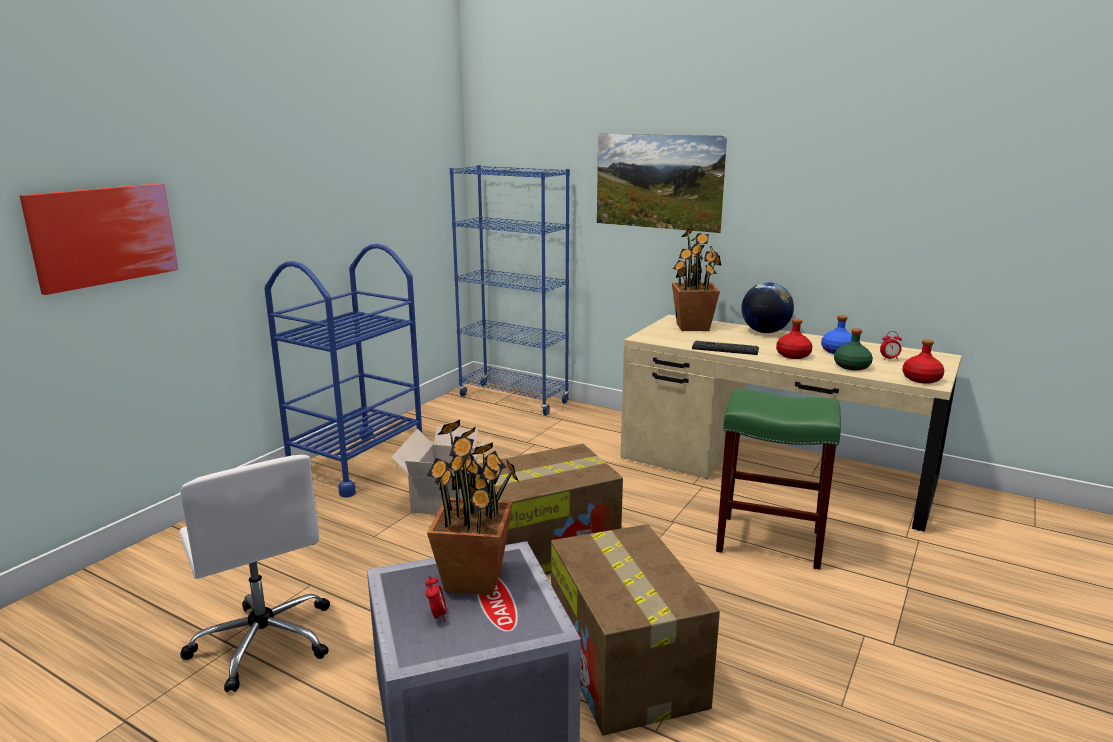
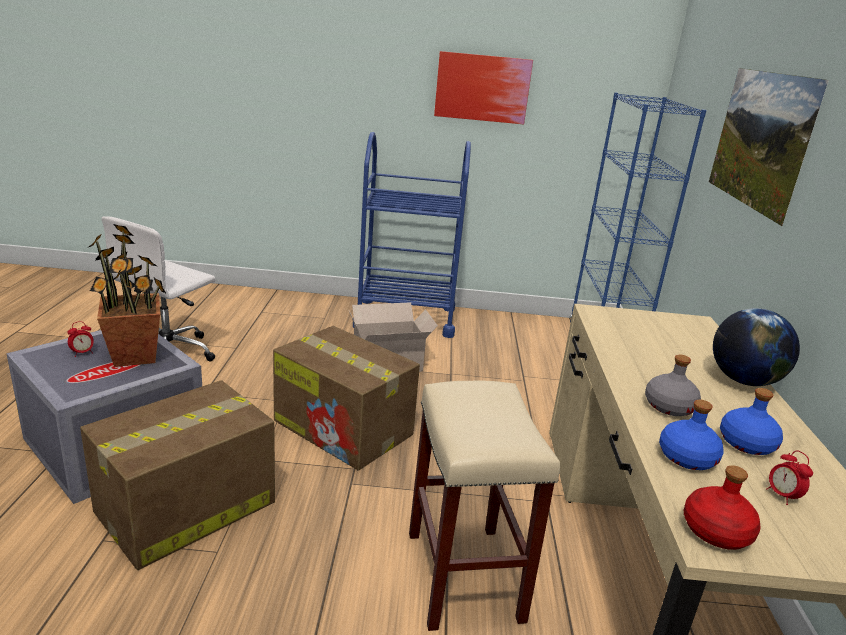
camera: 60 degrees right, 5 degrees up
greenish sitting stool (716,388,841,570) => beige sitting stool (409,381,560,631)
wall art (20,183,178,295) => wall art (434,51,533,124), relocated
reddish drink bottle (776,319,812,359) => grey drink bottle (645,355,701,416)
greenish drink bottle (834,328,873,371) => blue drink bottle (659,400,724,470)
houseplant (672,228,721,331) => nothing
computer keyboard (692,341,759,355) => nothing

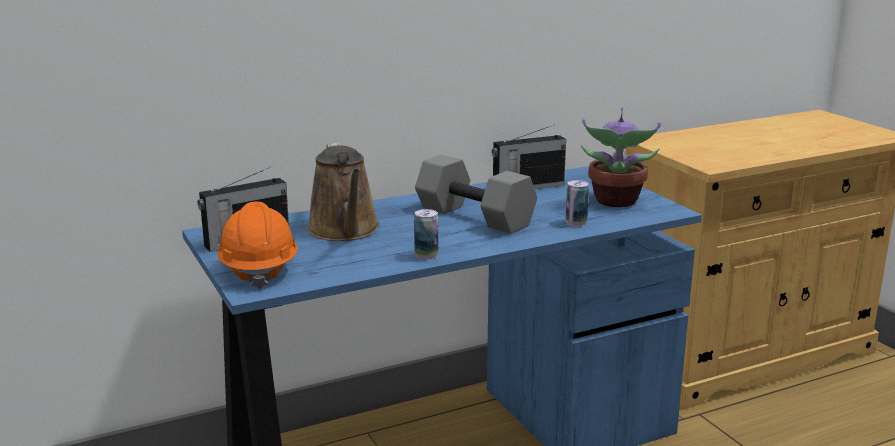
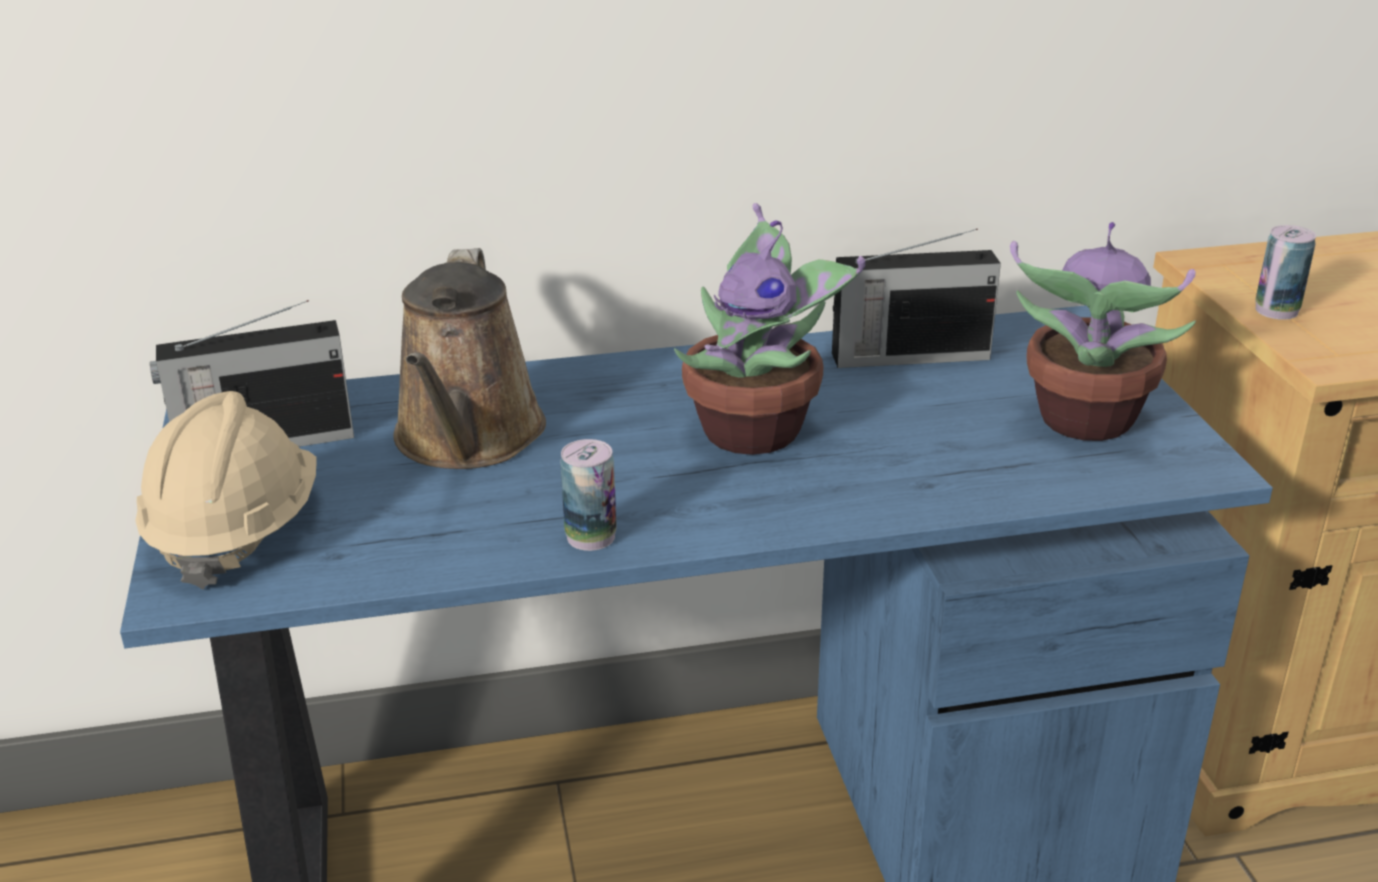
camera: 15 degrees right, 10 degrees up
orange-coloured work helmet (218,202,298,289) => beige work helmet (135,391,316,589)
grey dumbbell (415,155,537,234) => houseplant (674,203,865,455)
can (566,180,589,227) => can (1255,225,1316,320), relocated

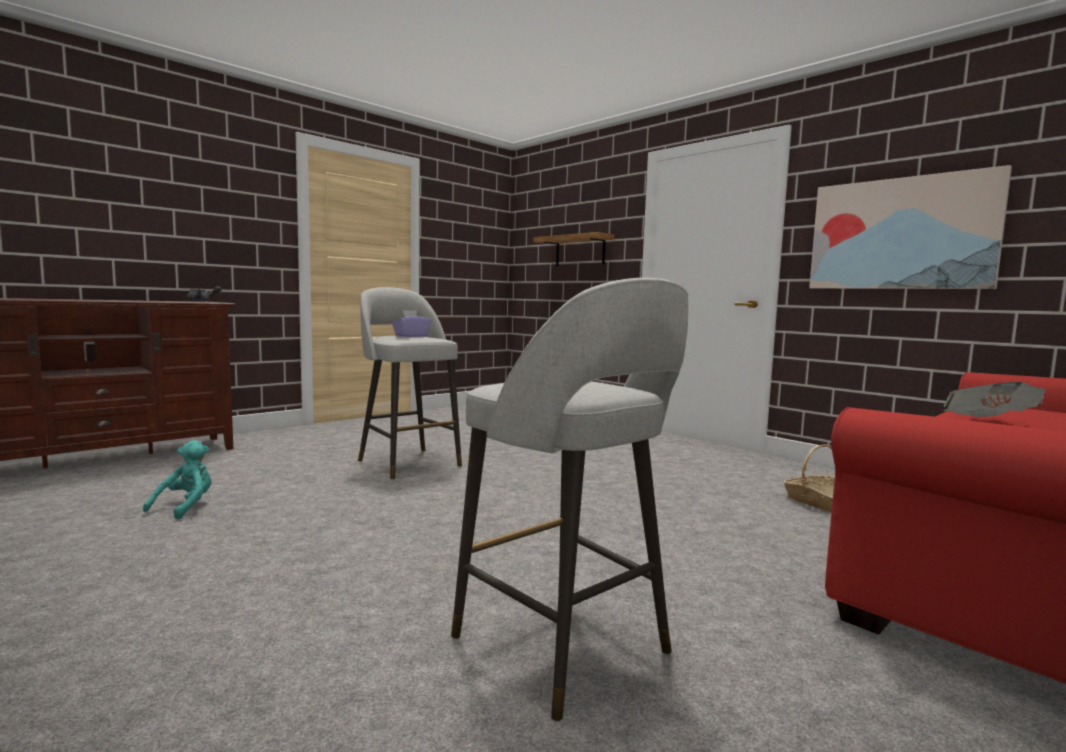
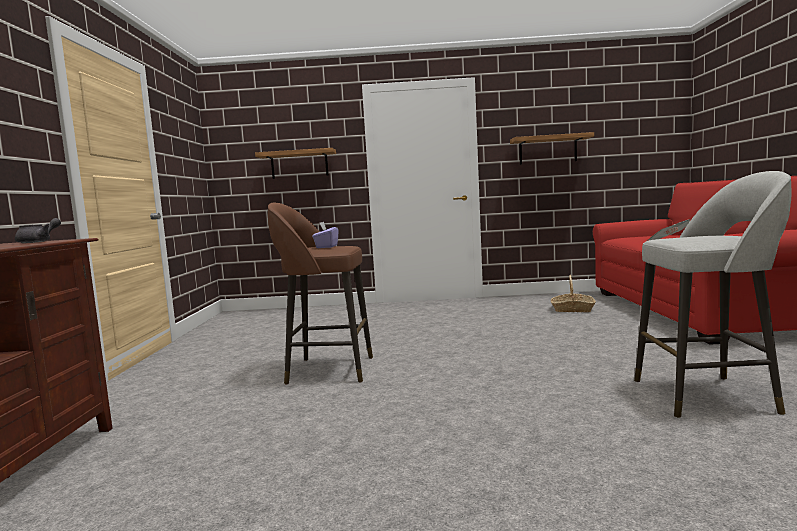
camera: 45 degrees left, 0 degrees up
grey sitting stool (358,287,462,480) => brownish sitting stool (268,203,373,385)
wall art (809,165,1012,289) => shelf (510,132,594,164)
turquoise cuddly toy (143,440,212,519) => nothing

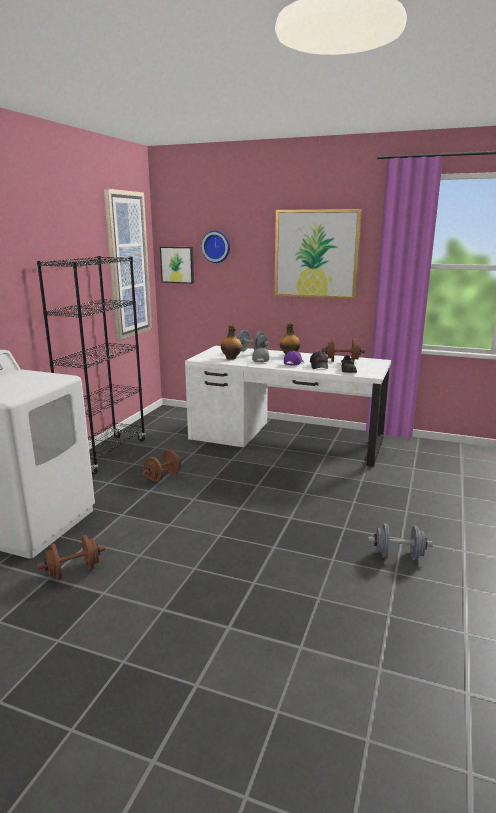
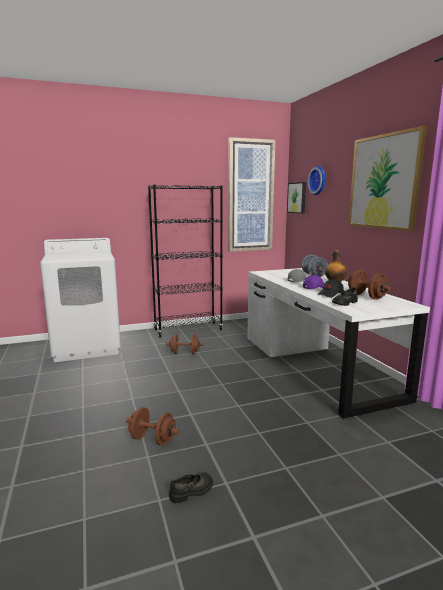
camera: 50 degrees right, 5 degrees down
brownish dumbbell (37,535,105,580) => brownish dumbbell (126,407,179,446), relocated
grey dumbbell (368,524,433,560) => blackish low shoe (169,472,213,503)
drink bottle (221,325,242,360) => nothing

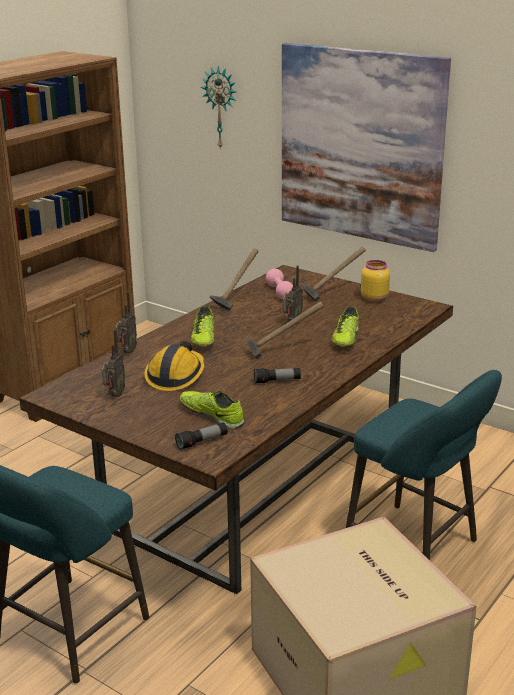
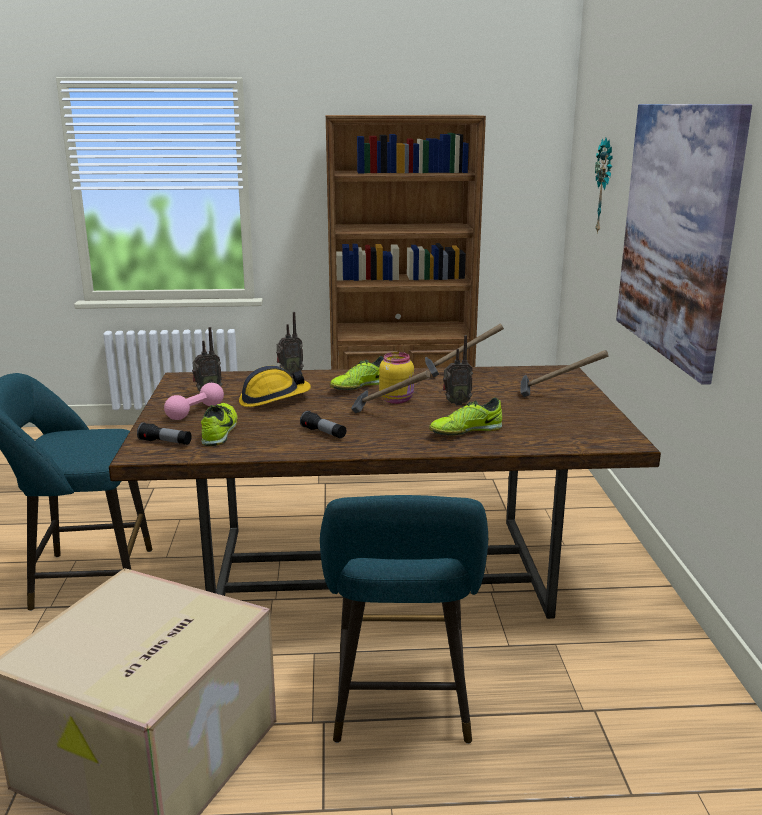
camera: 50 degrees right, 5 degrees down
pinkish dumbbell (266,269,293,299) => pinkish dumbbell (164,383,224,420), relocated
yellow-coloured jar (361,260,390,302) => yellow-coloured jar (379,352,414,404), relocated

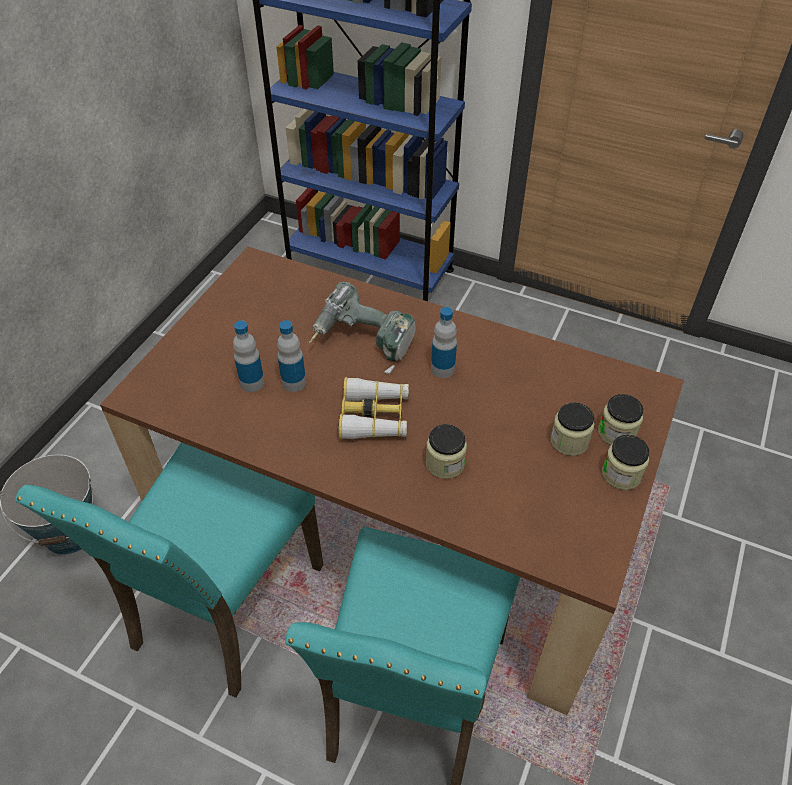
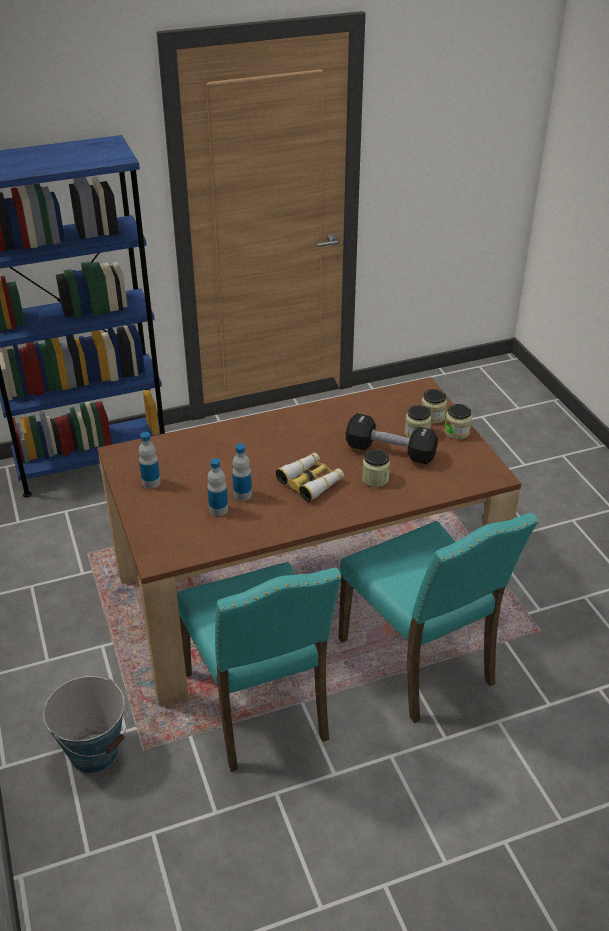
camera: 45 degrees left, 10 degrees down
drink bottle (431,307,457,378) => drink bottle (139,432,161,489), relocated
nothing => blackish dumbbell (346,413,438,464)
drill (309,282,416,374) => nothing

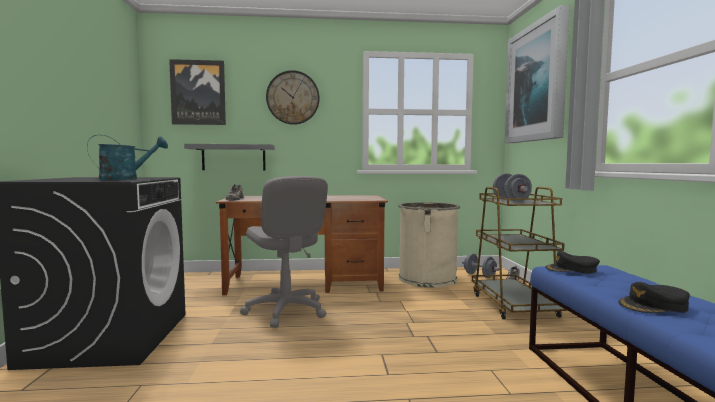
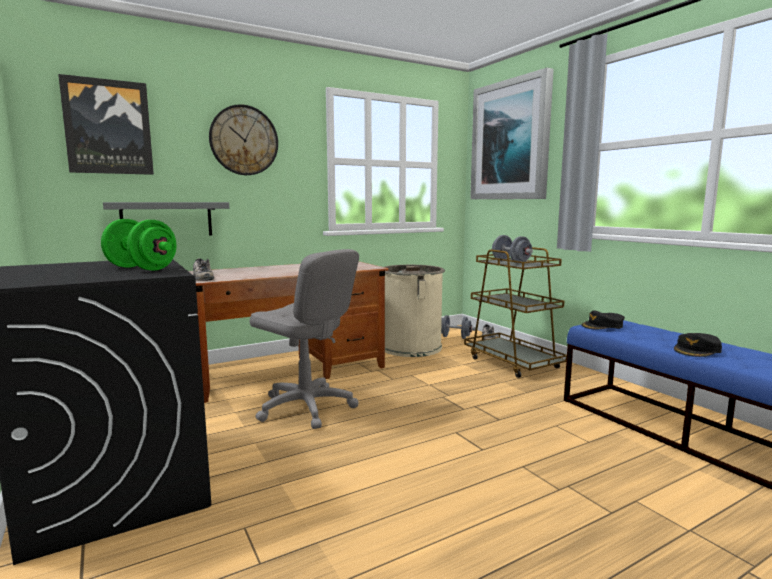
camera: 25 degrees left, 5 degrees up
turquoise watering can (87,135,168,180) => greenish dumbbell (101,219,177,271)

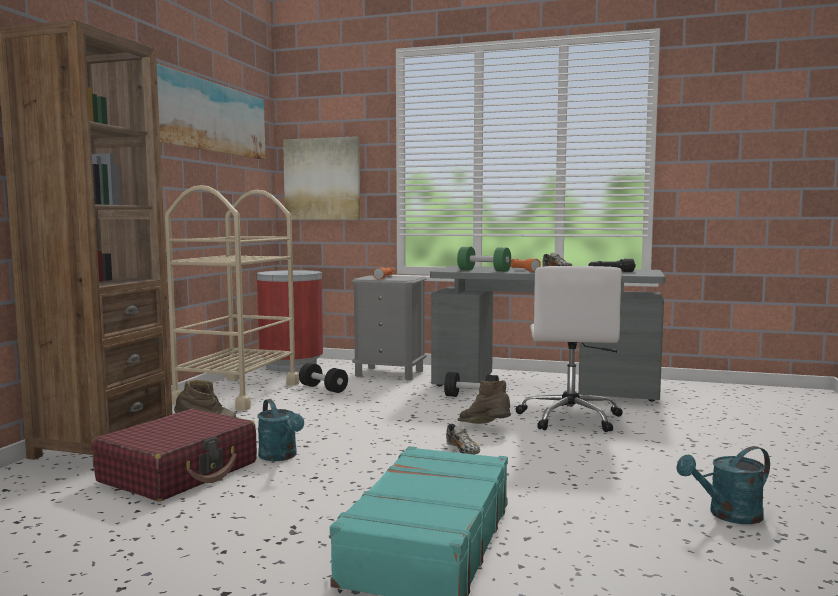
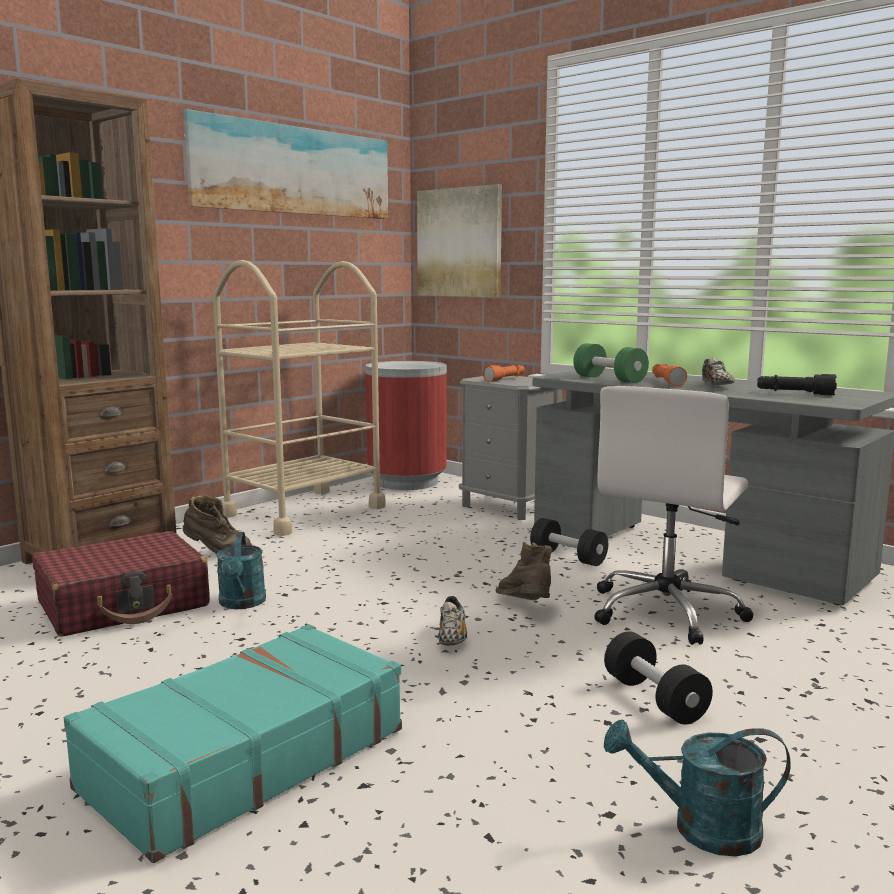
camera: 25 degrees right, 5 degrees up
blackish dumbbell (299,363,348,393) => blackish dumbbell (604,631,713,725), relocated

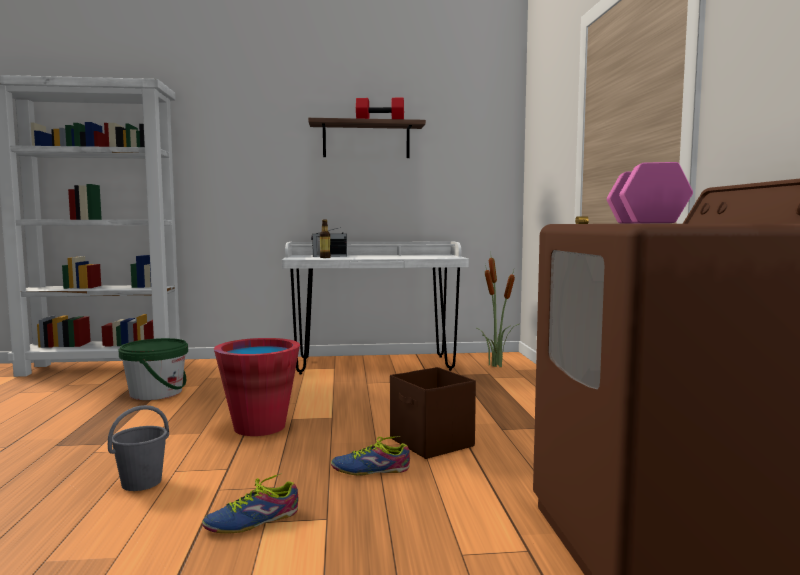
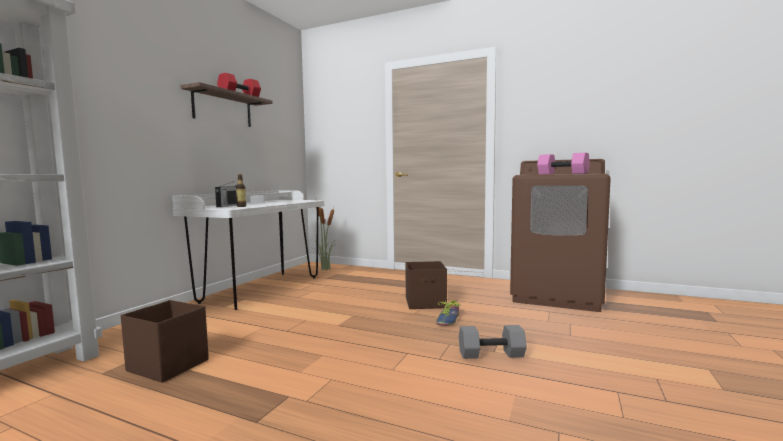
camera: 60 degrees left, 0 degrees up
greenish pail (119,338,188,400) => brownish storage container (121,300,209,383)
low shoe (202,473,298,533) => grey dumbbell (459,325,527,359)
grey pail (108,405,169,491) => nothing
reddish pail (214,338,300,436) => nothing

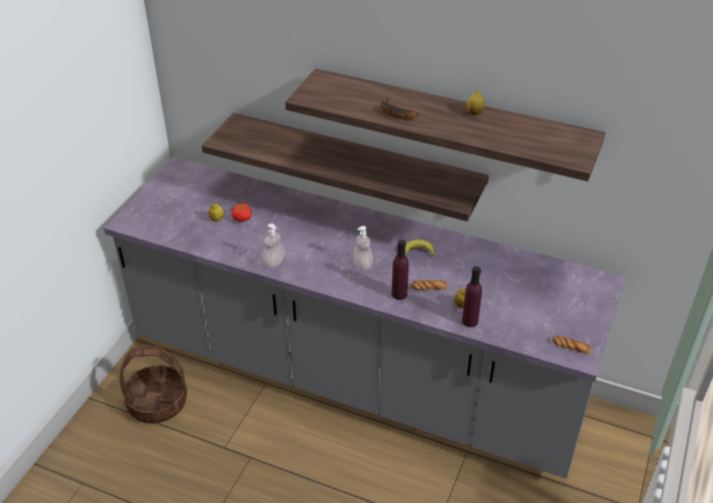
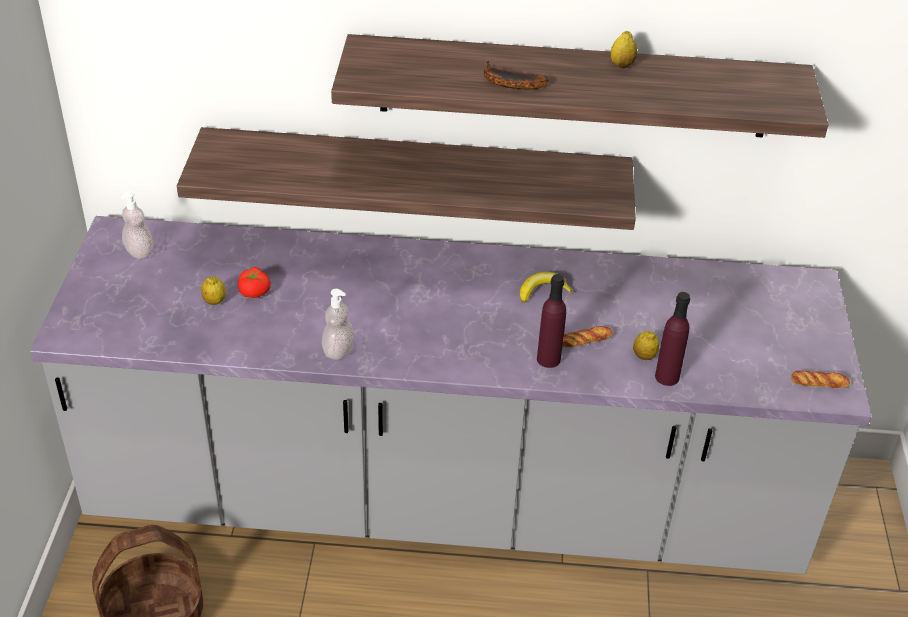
camera: 20 degrees left, 0 degrees up
soap bottle (353,226,373,271) => soap bottle (121,191,153,259), relocated

